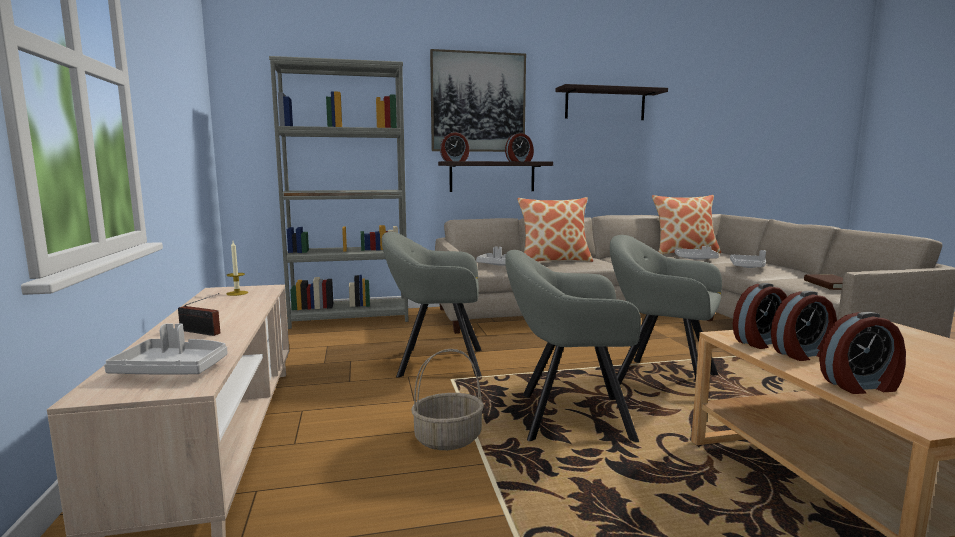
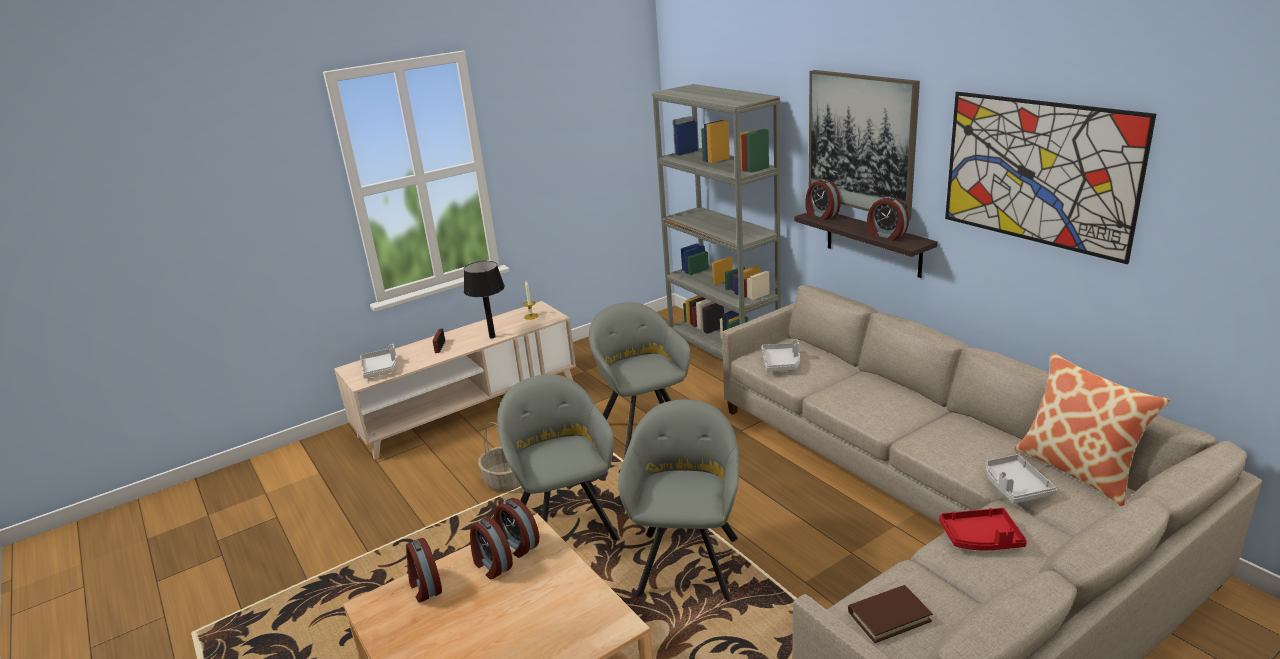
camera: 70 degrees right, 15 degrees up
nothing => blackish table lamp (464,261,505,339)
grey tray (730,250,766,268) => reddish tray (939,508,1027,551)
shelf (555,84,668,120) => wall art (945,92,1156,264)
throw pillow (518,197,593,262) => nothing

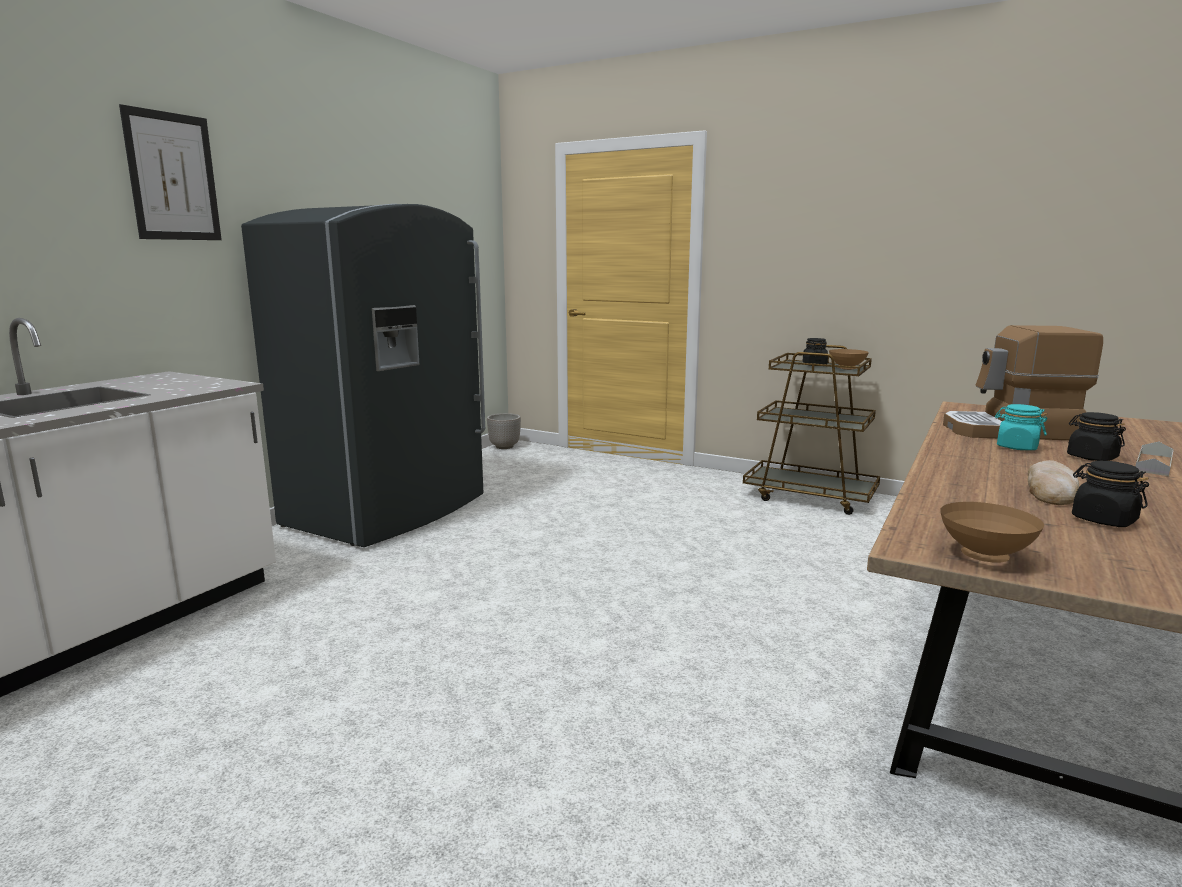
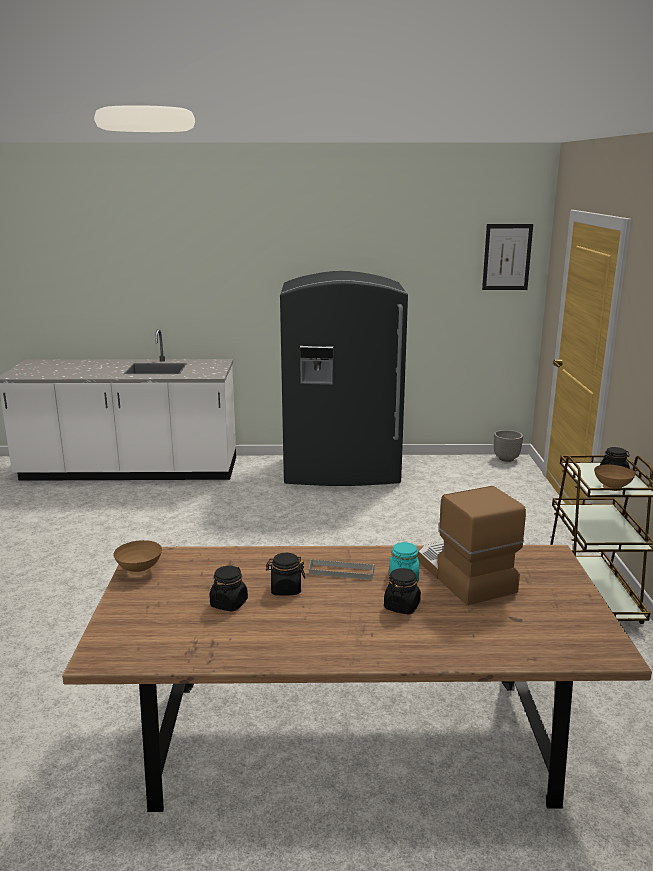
camera: 60 degrees right, 5 degrees up
baked bread (1028,460,1079,505) => blackish jar (266,553,305,595)
grey tray (1135,442,1174,476) => grey tray (309,559,375,580), relocated
wall art (119,104,222,240) => wall art (482,224,533,290), relocated

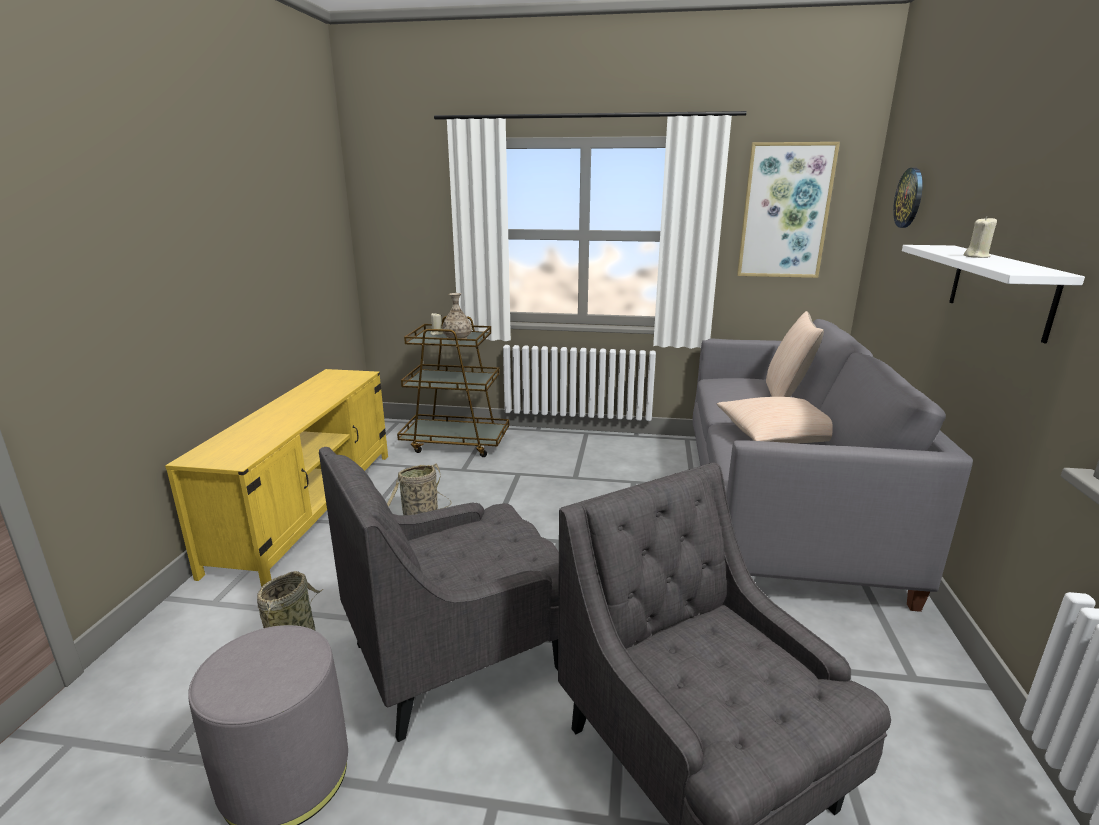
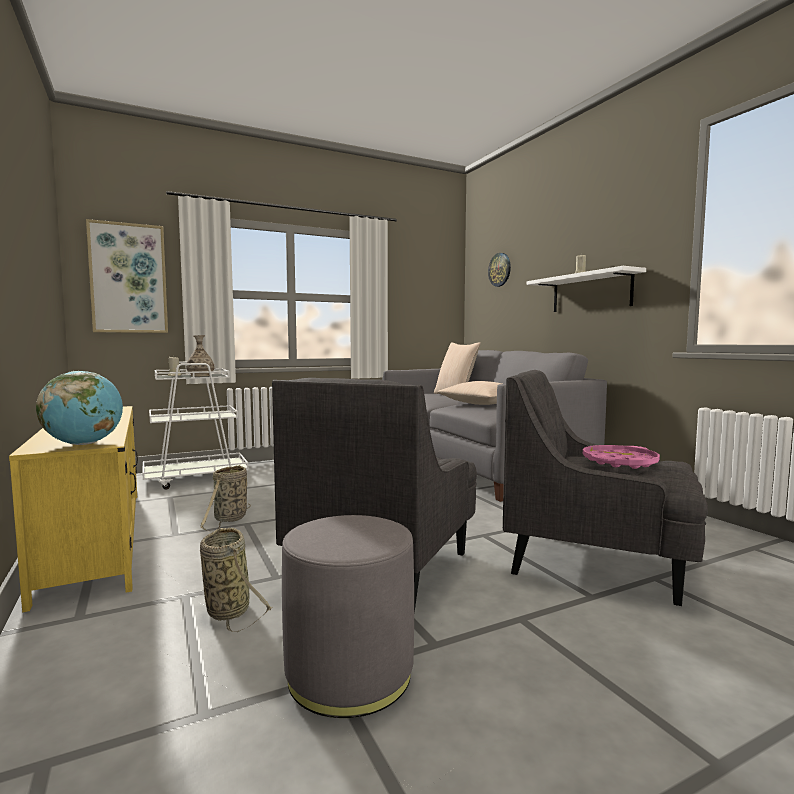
camera: 35 degrees left, 15 degrees down
nothing => desk globe (36,371,123,445)
wall art (737,142,840,278) => wall art (86,219,168,333), relocated
brownish trolley (397,316,509,457) => white-coloured trolley (142,361,248,489)
nothing => pinkish tray (583,445,660,469)

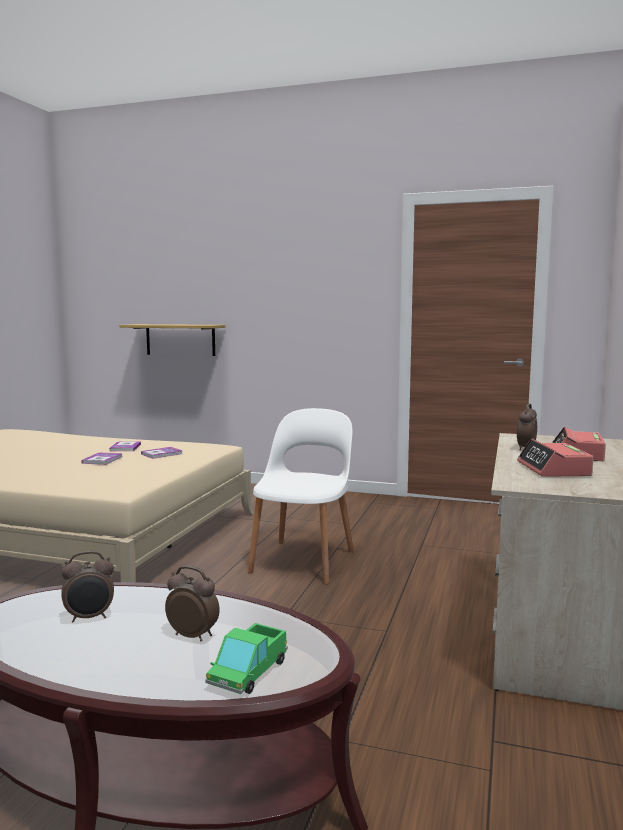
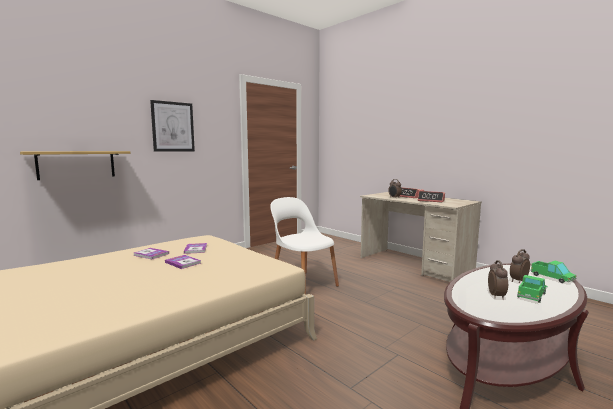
camera: 60 degrees left, 0 degrees up
nothing => wall art (150,100,195,152)
nothing => toy truck (517,275,548,303)

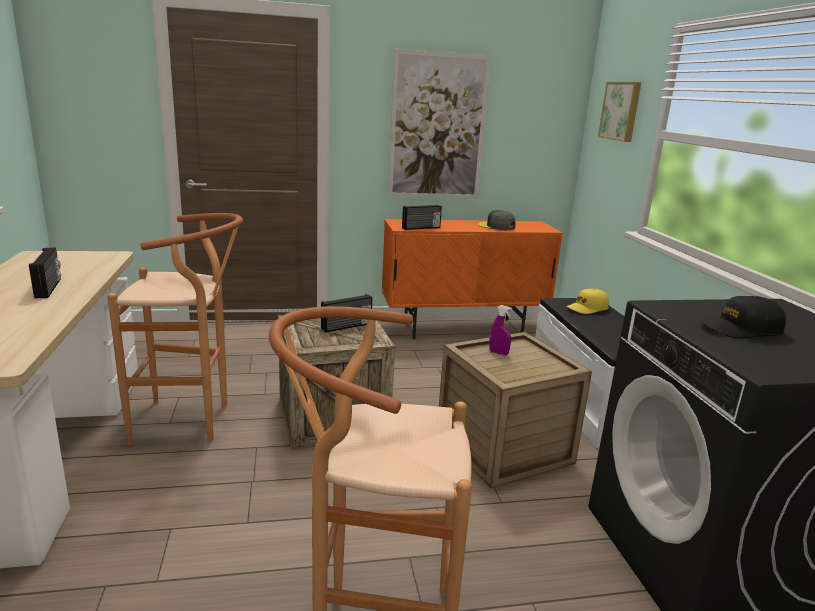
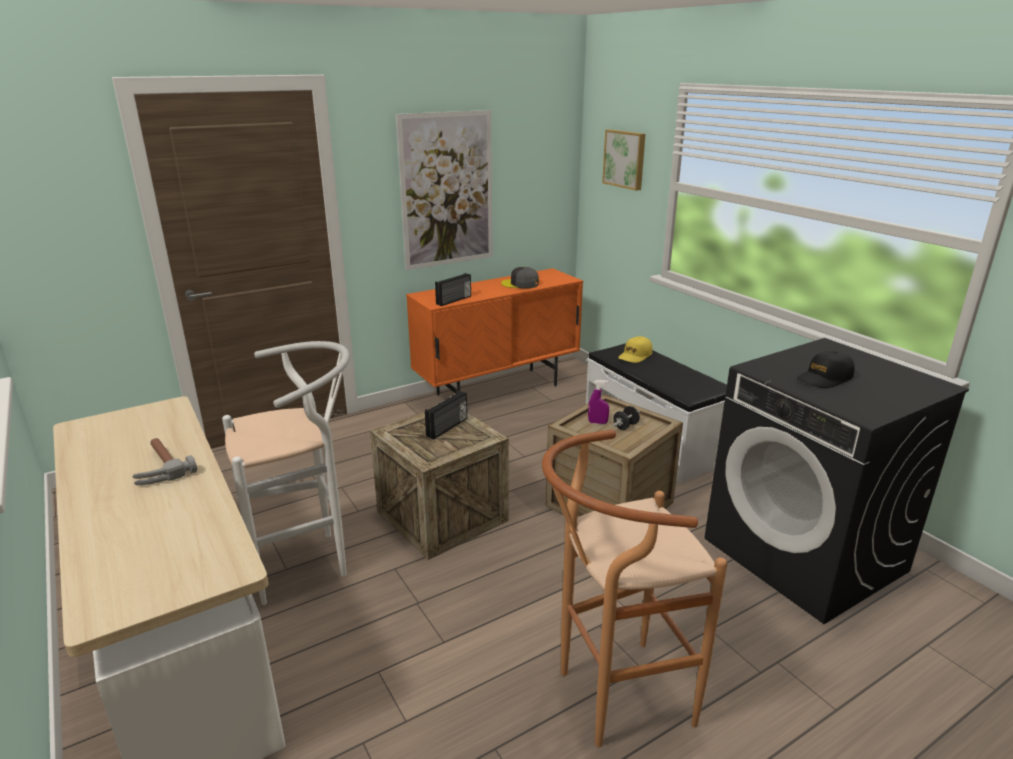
camera: 20 degrees left, 5 degrees up
radio receiver (29,247,61,298) => hammer (132,438,197,485)
brownish sitting stool (108,213,243,445) => white-coloured sitting stool (222,341,350,605)
nothing => blackish dumbbell (613,406,640,430)

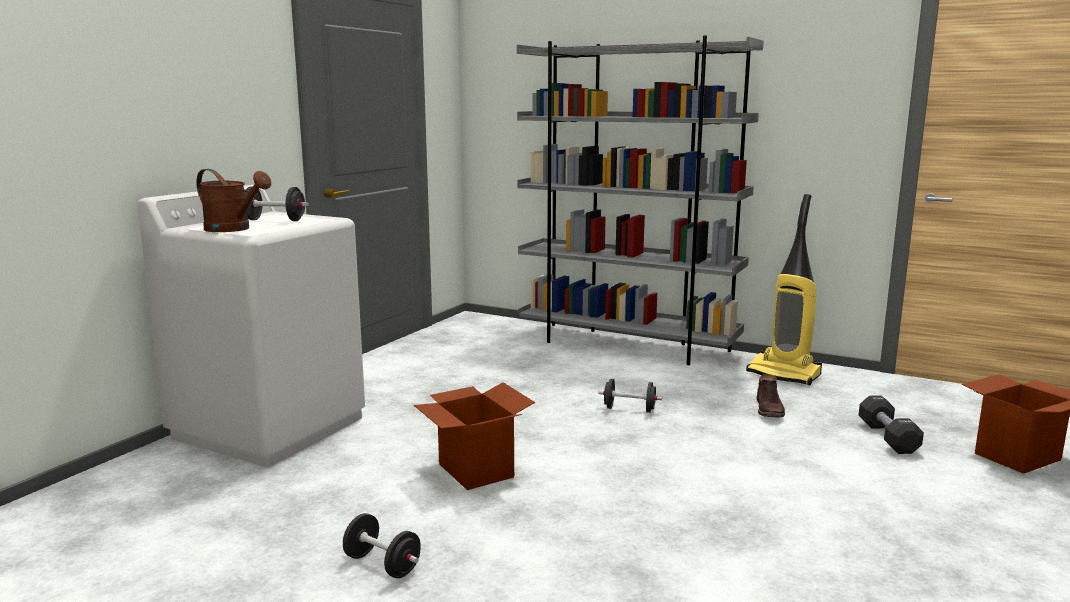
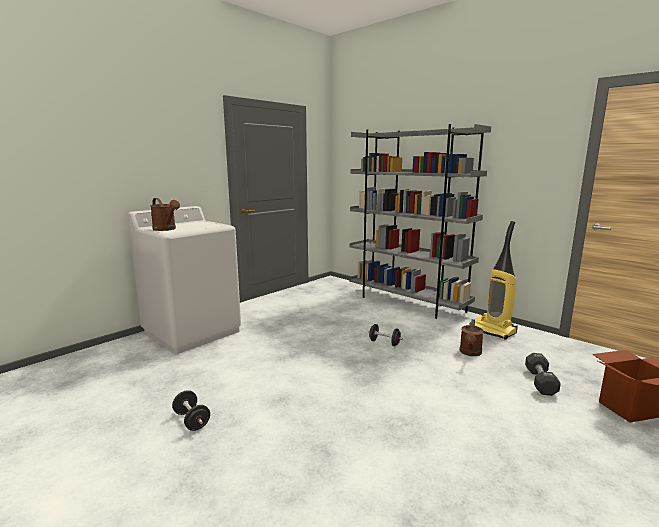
camera: 15 degrees right, 0 degrees up
brownish high-top boot (757,374,785,417) => brownish watering can (460,319,484,356)
blackish dumbbell (245,186,309,221) => nothing
cardboard box (414,382,535,490) => nothing

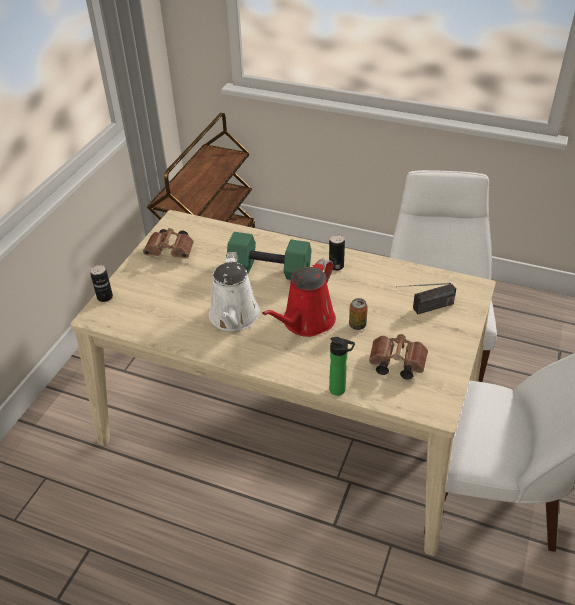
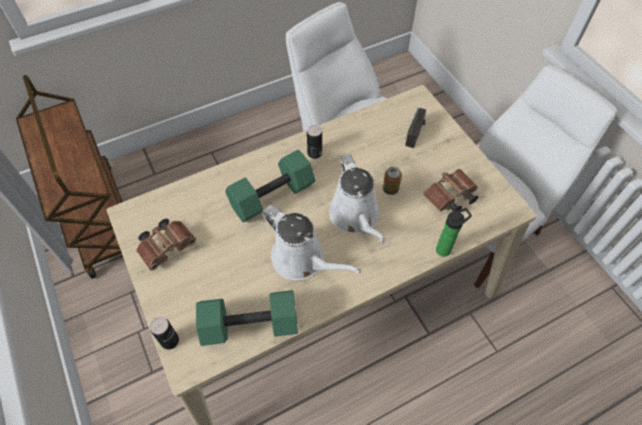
camera: 50 degrees left, 15 degrees up
nothing => greenish dumbbell (196,290,298,346)
reddish watering can (262,258,336,337) => white-coloured watering can (329,154,386,243)

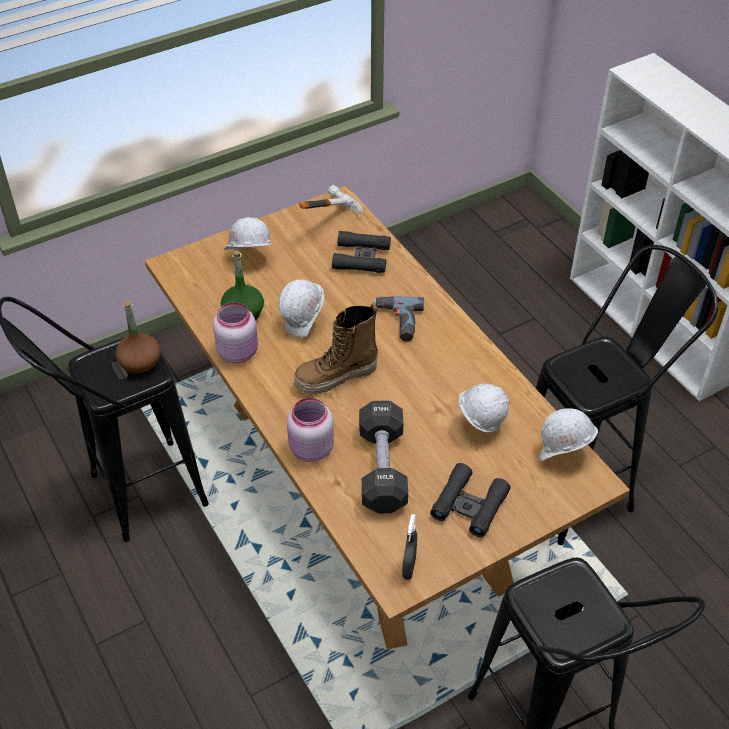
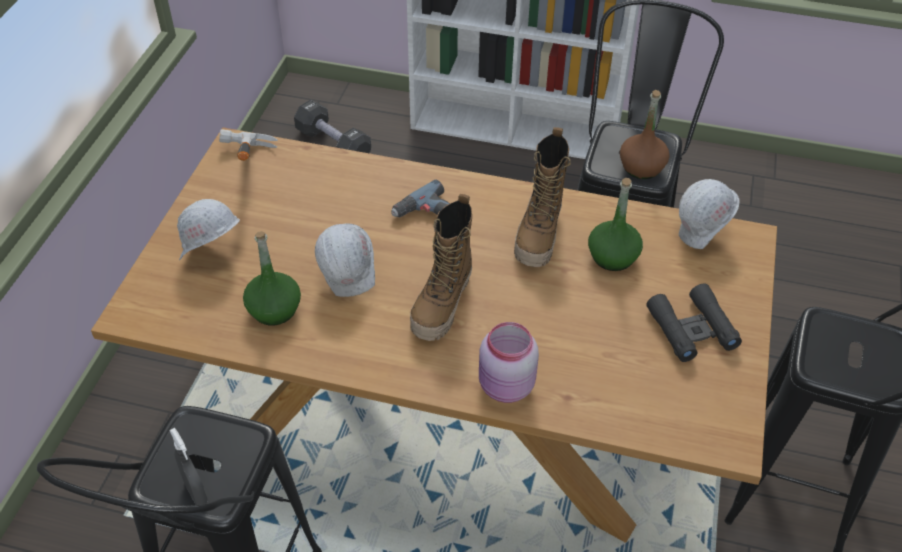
camera: 45 degrees left, 0 degrees up
grey hand sprayer (402,514,417,580) => grey hand sprayer (170,428,208,505), relocated
blackish dumbbell (359,401,408,514) => blackish dumbbell (294,100,371,153), relocated
nothing => high-top boot (514,127,571,267)
white-coloured work helmet (459,383,510,432) => greenish drink bottle (588,178,643,271)
brownish drink bottle (115,300,161,375) => brownish drink bottle (620,90,670,179), relocated
pinkish jar (213,302,258,363) => nothing
blackish pair of binoculars (332,231,391,273) => nothing

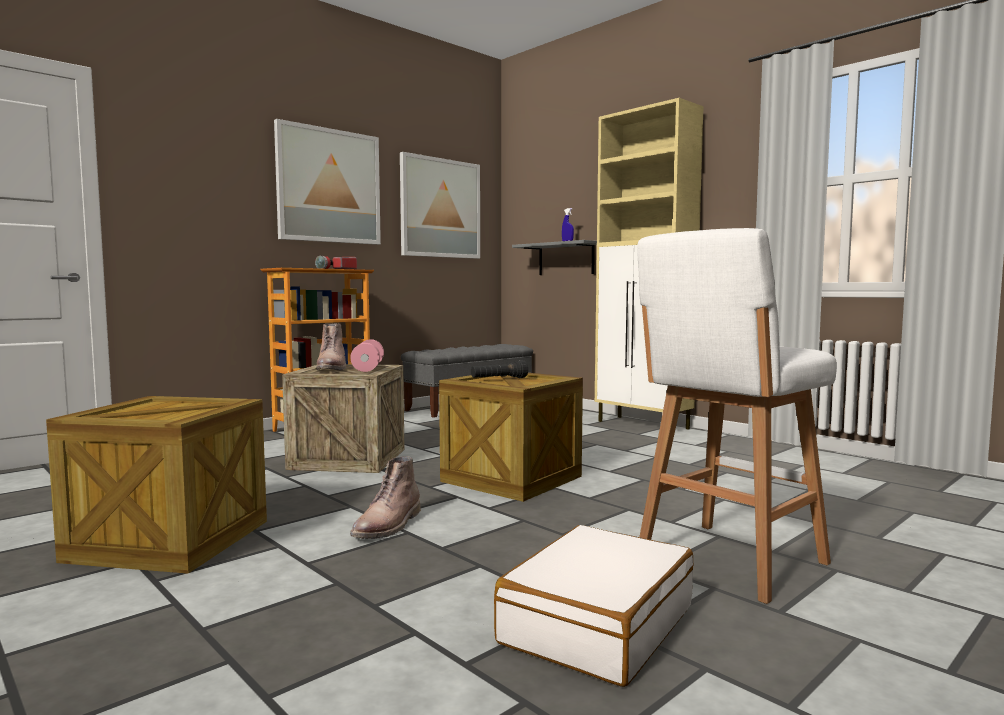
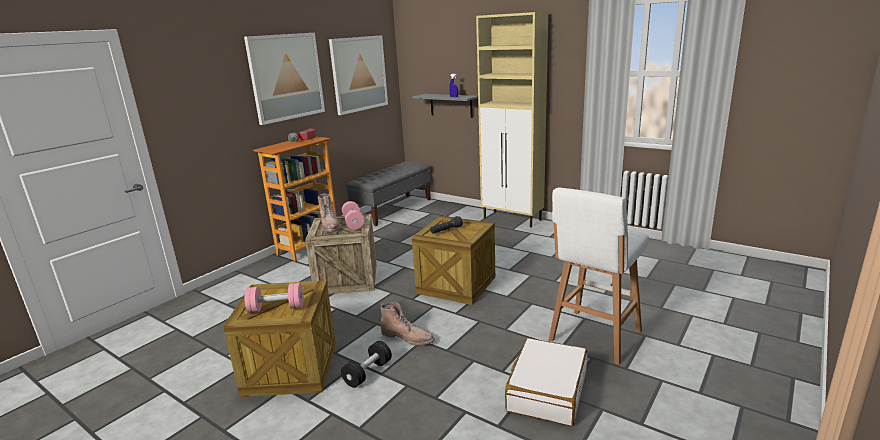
camera: 10 degrees left, 15 degrees up
nothing => pinkish dumbbell (245,283,303,313)
nothing => blackish dumbbell (341,341,392,388)
brownish high-top boot (350,456,421,539) => brownish high-top boot (380,302,435,346), 75 degrees counterclockwise

